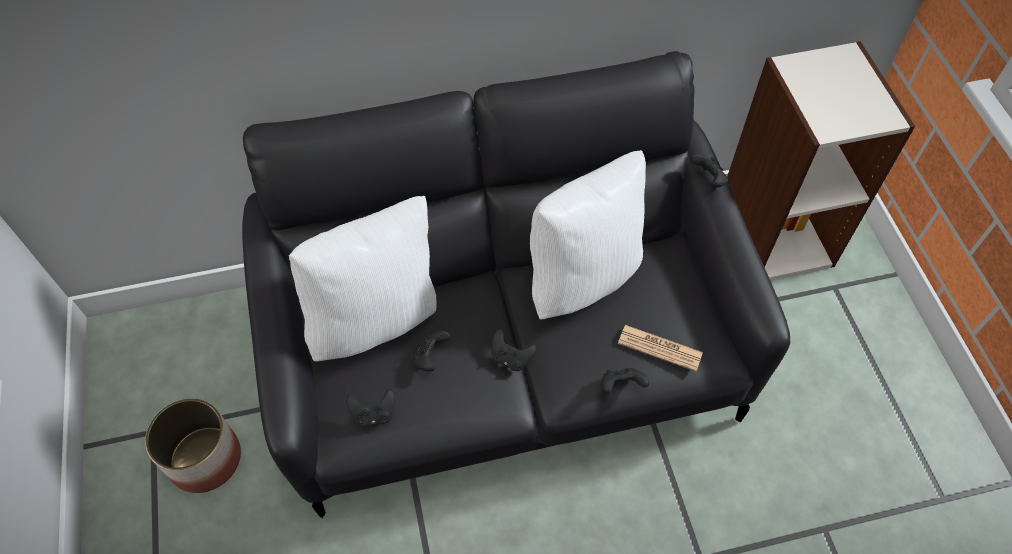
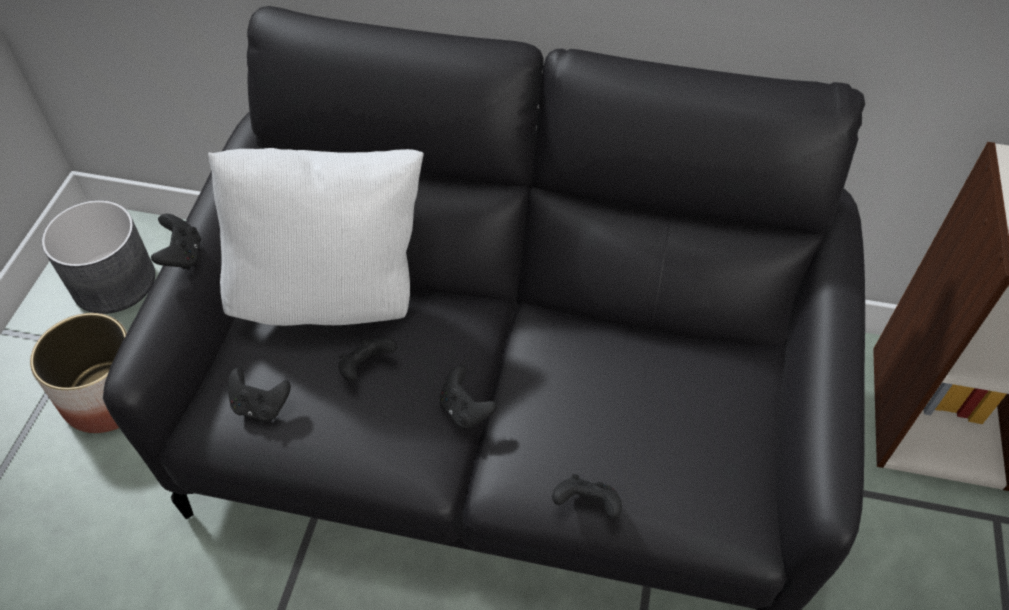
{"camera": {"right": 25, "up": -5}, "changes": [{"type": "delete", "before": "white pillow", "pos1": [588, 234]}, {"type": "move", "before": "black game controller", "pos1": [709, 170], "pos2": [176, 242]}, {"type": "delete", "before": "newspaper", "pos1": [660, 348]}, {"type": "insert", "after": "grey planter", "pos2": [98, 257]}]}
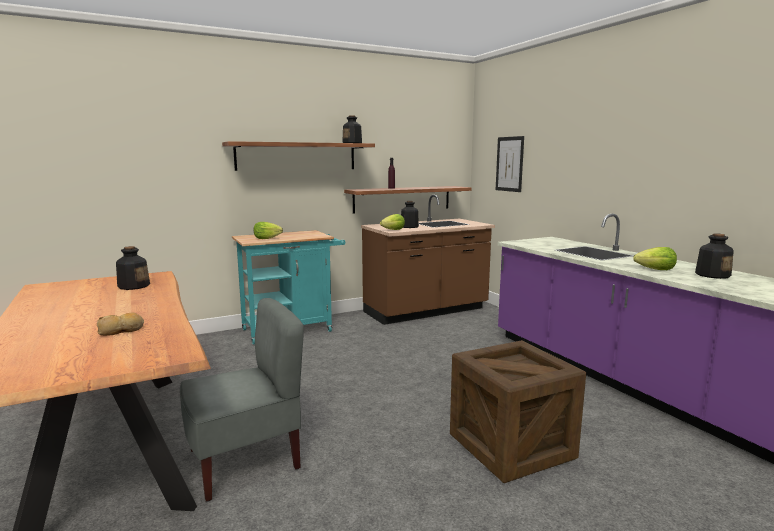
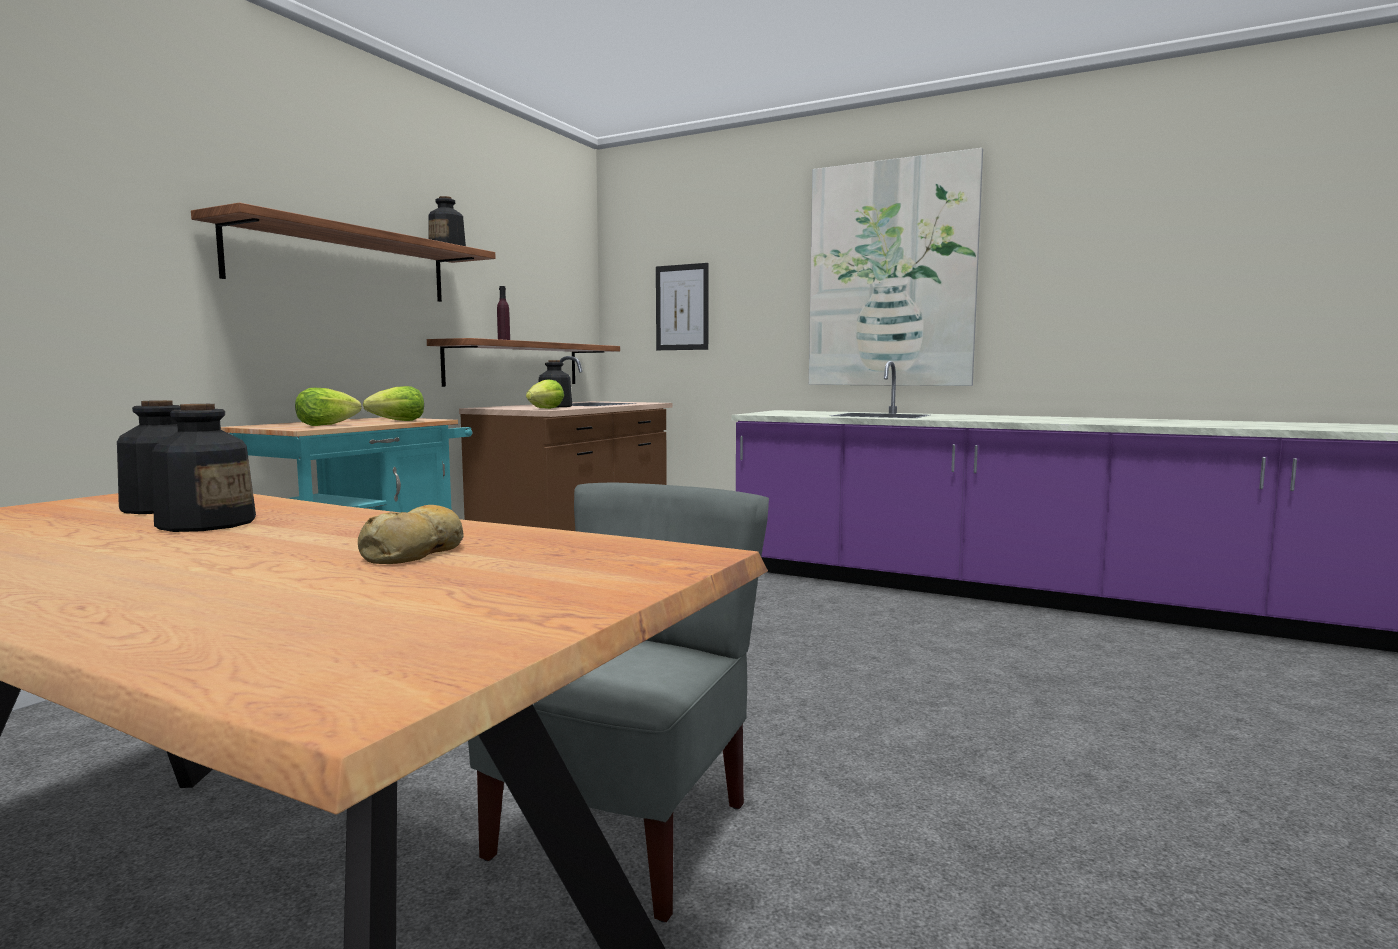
{"camera": {"right": -35, "up": -5}, "changes": [{"type": "move", "before": "bottle", "pos1": [714, 256], "pos2": [204, 468]}, {"type": "move", "before": "lettuce", "pos1": [655, 258], "pos2": [393, 403]}, {"type": "delete", "before": "crate", "pos1": [518, 411]}, {"type": "insert", "after": "picture", "pos2": [896, 267]}]}
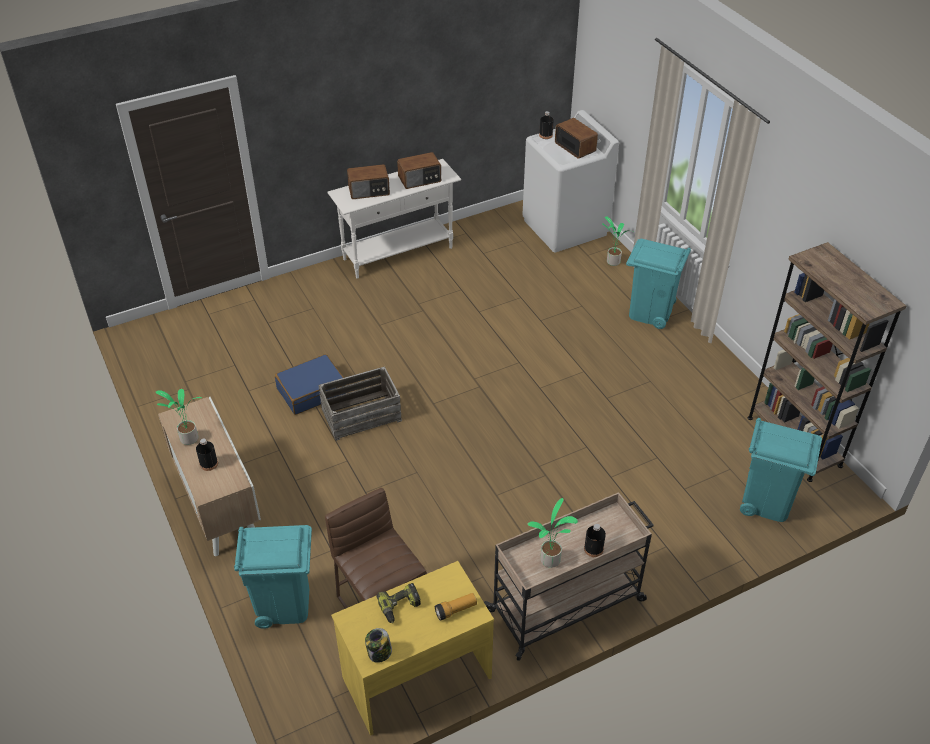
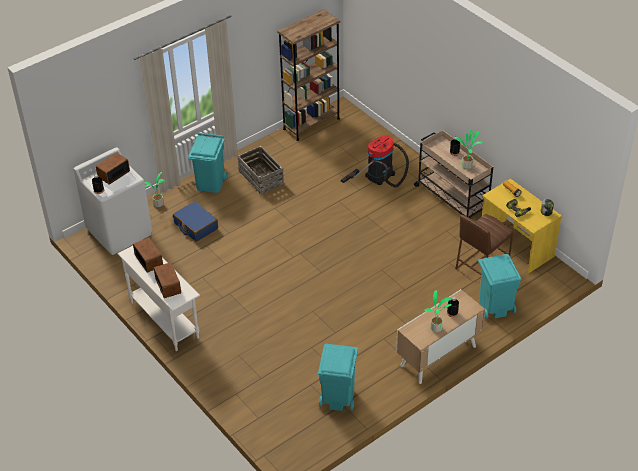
{"camera": {"right": -100, "up": 0}, "changes": [{"type": "move", "before": "blue suitcase", "pos1": [310, 384], "pos2": [195, 221]}, {"type": "move", "before": "crate", "pos1": [360, 403], "pos2": [261, 170]}, {"type": "move", "before": "turquoise trash can", "pos1": [781, 470], "pos2": [338, 377]}, {"type": "insert", "after": "vacuum cleaner", "pos2": [375, 161]}]}
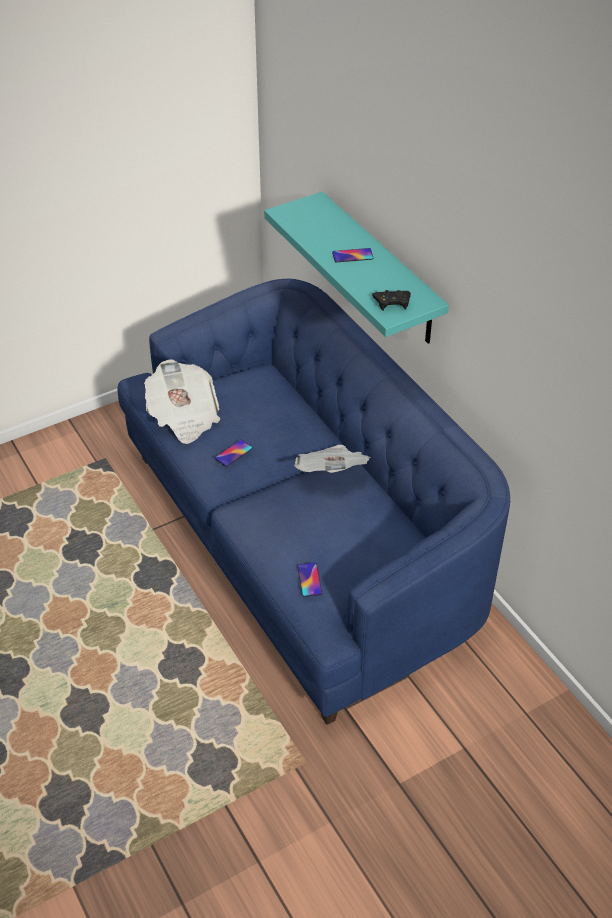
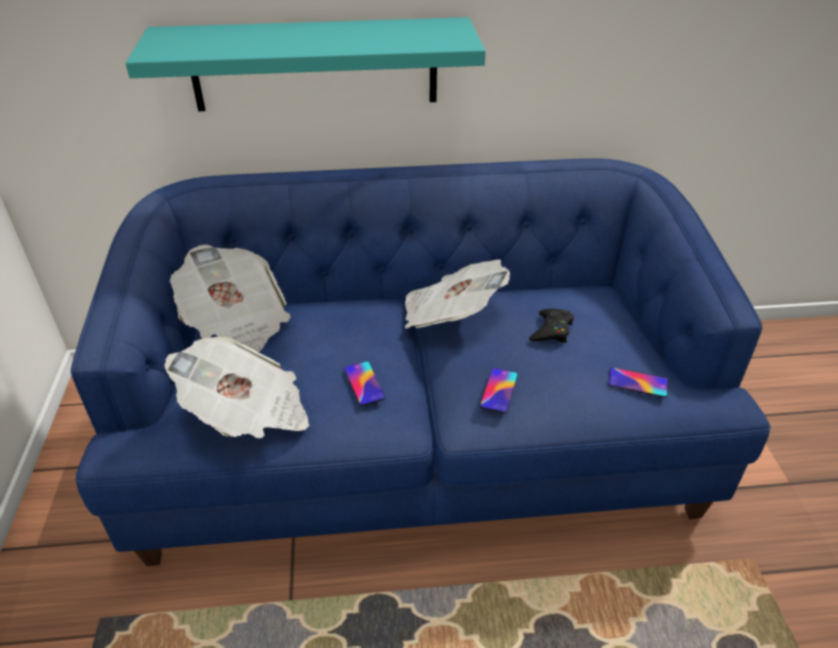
{"camera": {"right": -65, "up": -5}, "changes": [{"type": "move", "before": "phone", "pos1": [353, 255], "pos2": [499, 390]}, {"type": "move", "before": "black game controller", "pos1": [391, 300], "pos2": [551, 326]}, {"type": "insert", "after": "newspaper", "pos2": [230, 298]}]}
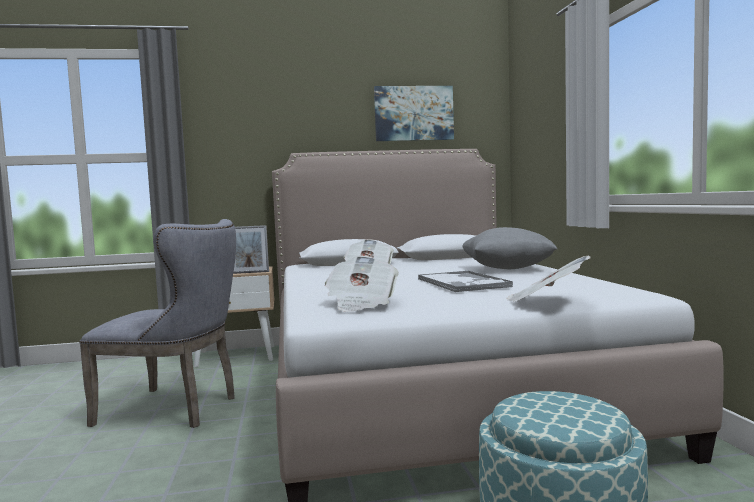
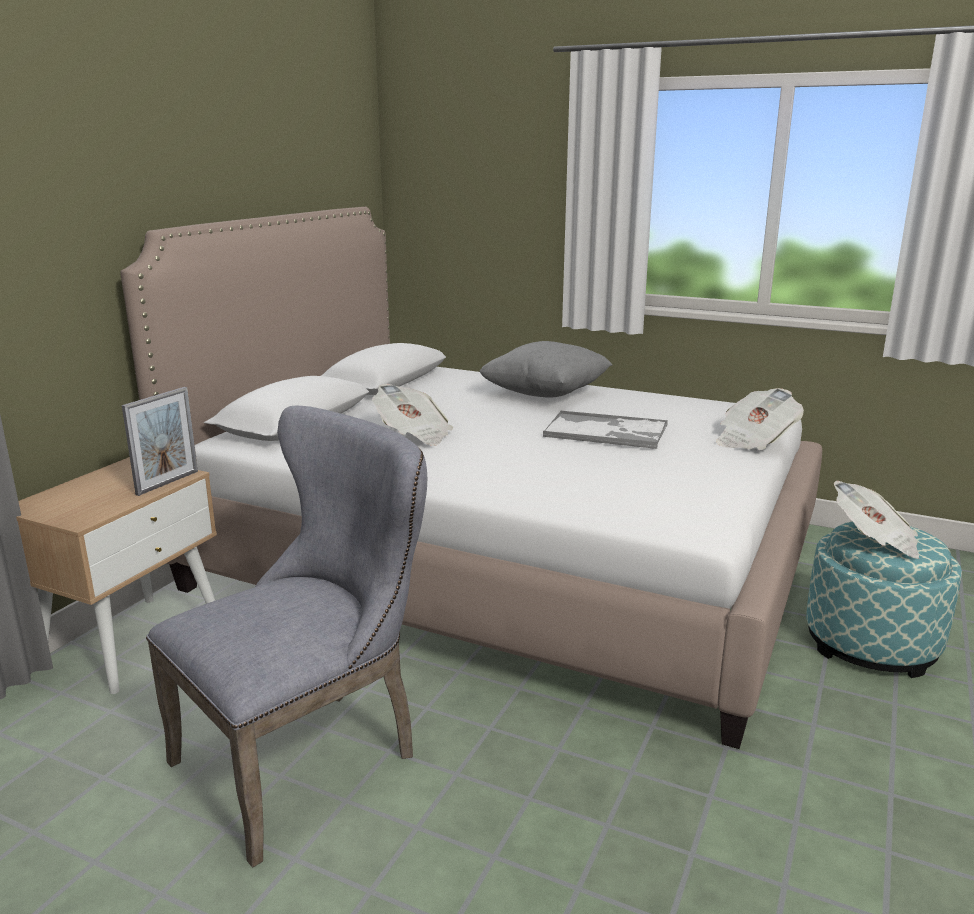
{"camera": {"right": -55, "up": 15}, "changes": [{"type": "delete", "before": "picture", "pos1": [414, 113]}, {"type": "move", "before": "newspaper", "pos1": [362, 284], "pos2": [876, 520]}]}
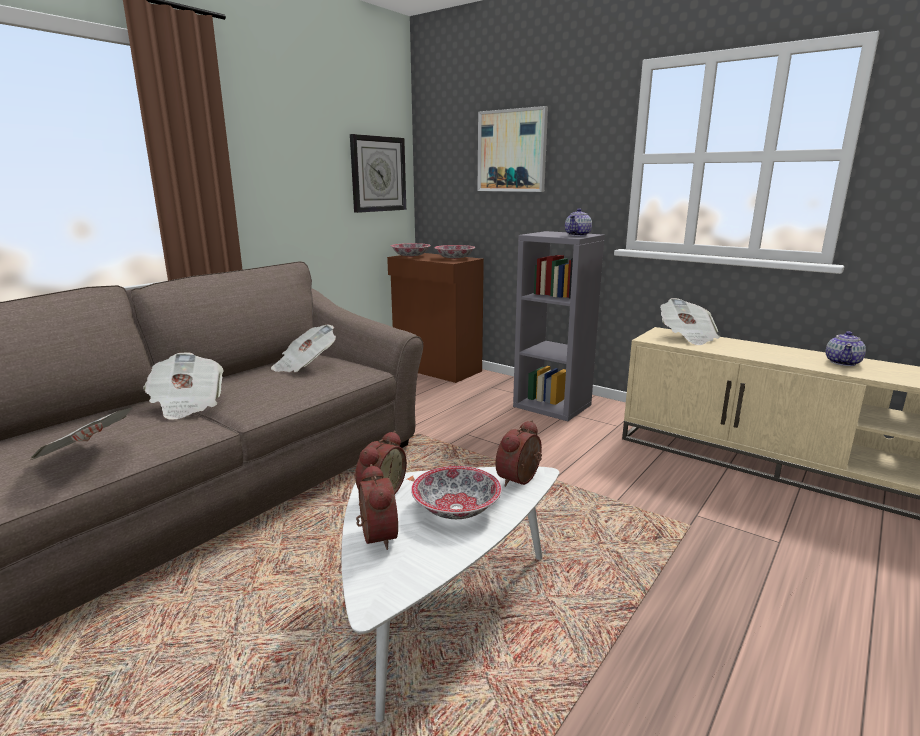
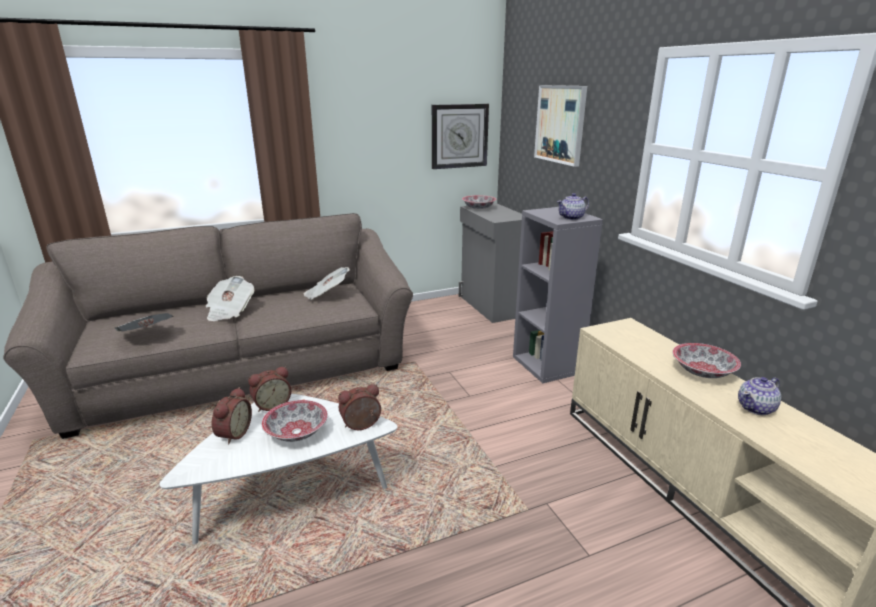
{"camera": {"right": 30, "up": 5}, "changes": [{"type": "move", "before": "bowl", "pos1": [454, 252], "pos2": [707, 360]}, {"type": "recolor", "before": "brown cabinet", "after": "grey cabinet", "pos1": [435, 318], "pos2": [490, 263]}, {"type": "delete", "before": "newspaper", "pos1": [690, 321]}]}
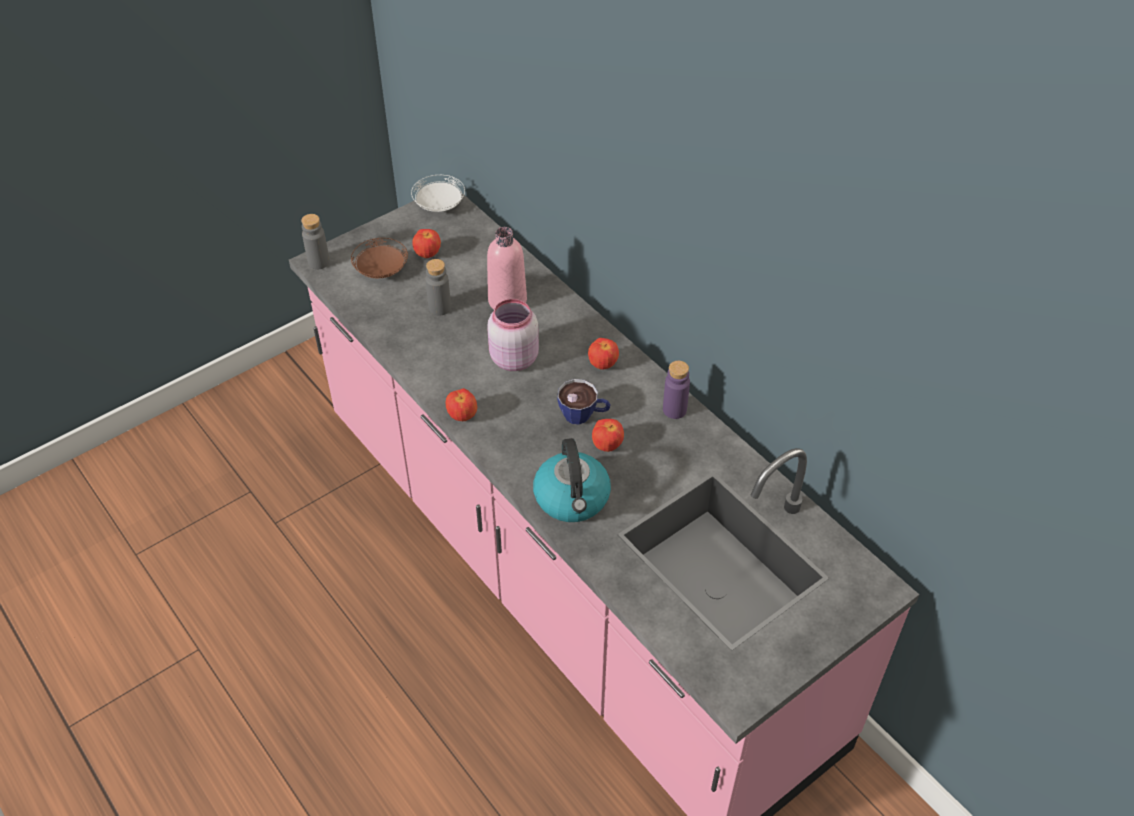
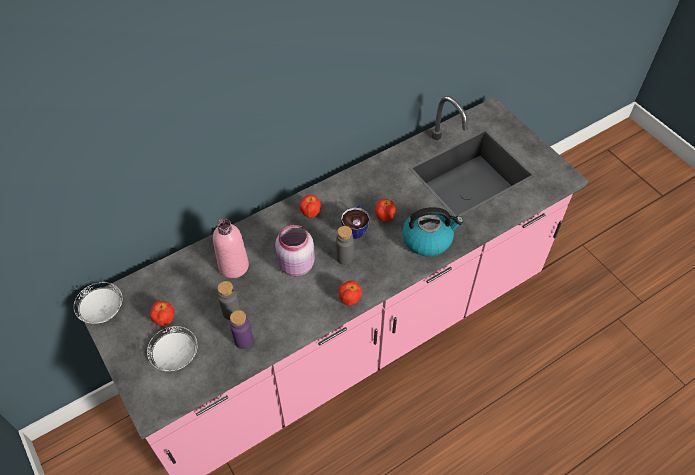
{"camera": {"right": -85, "up": 5}, "changes": [{"type": "move", "before": "grey bottle", "pos1": [315, 241], "pos2": [345, 245]}, {"type": "recolor", "before": "brown plate", "after": "white plate", "pos1": [379, 258], "pos2": [172, 348]}, {"type": "move", "before": "purple bottle", "pos1": [676, 390], "pos2": [241, 329]}]}
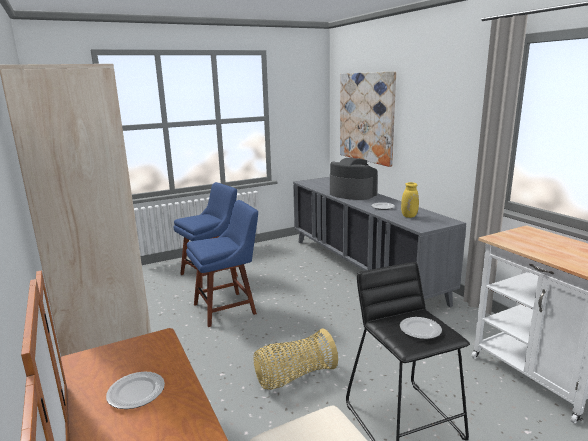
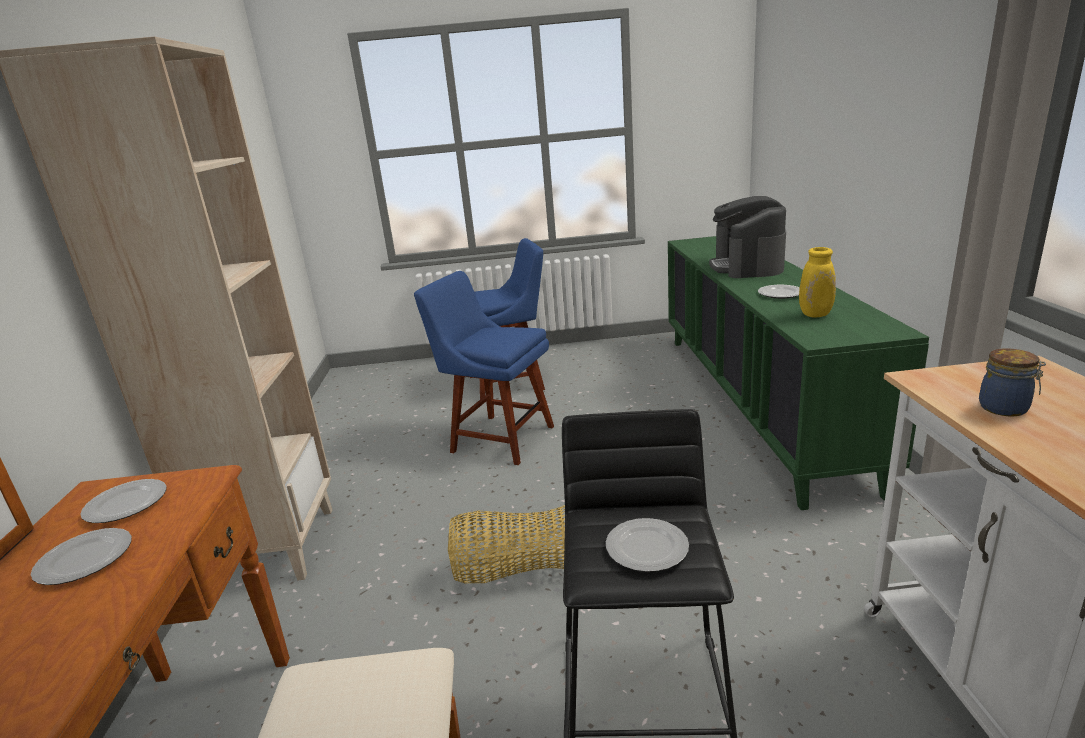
{"camera": {"right": 25, "up": 5}, "changes": [{"type": "delete", "before": "picture", "pos1": [368, 119]}, {"type": "rotate", "before": "coffee machine", "pos1": [354, 179], "pos2": [747, 237], "turn": -150}, {"type": "recolor", "before": "grey cabinet", "after": "green cabinet", "pos1": [379, 242], "pos2": [798, 373]}, {"type": "rotate", "before": "blue chair", "pos1": [222, 263], "pos2": [484, 368], "turn": -150}, {"type": "insert", "after": "jar", "pos2": [1012, 382]}, {"type": "insert", "after": "plate", "pos2": [123, 501]}]}
